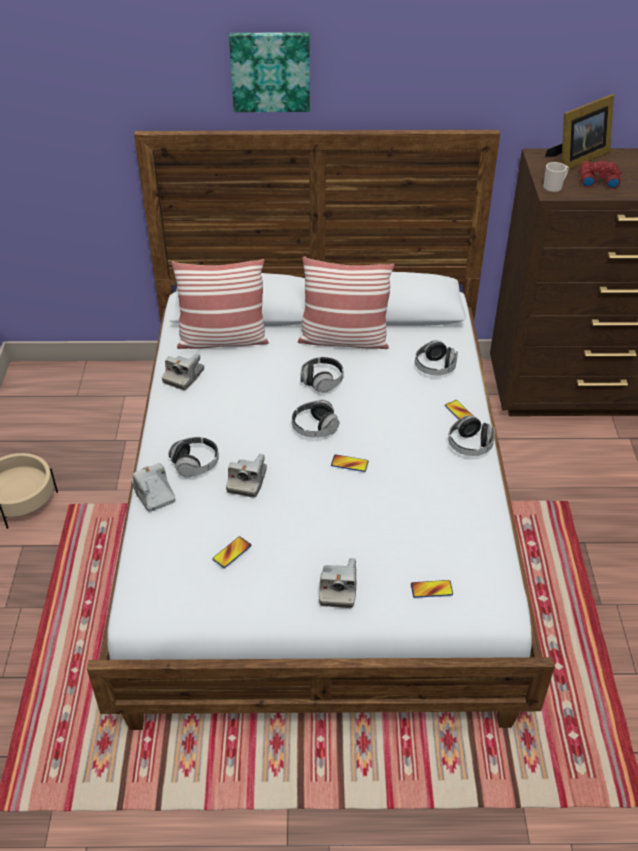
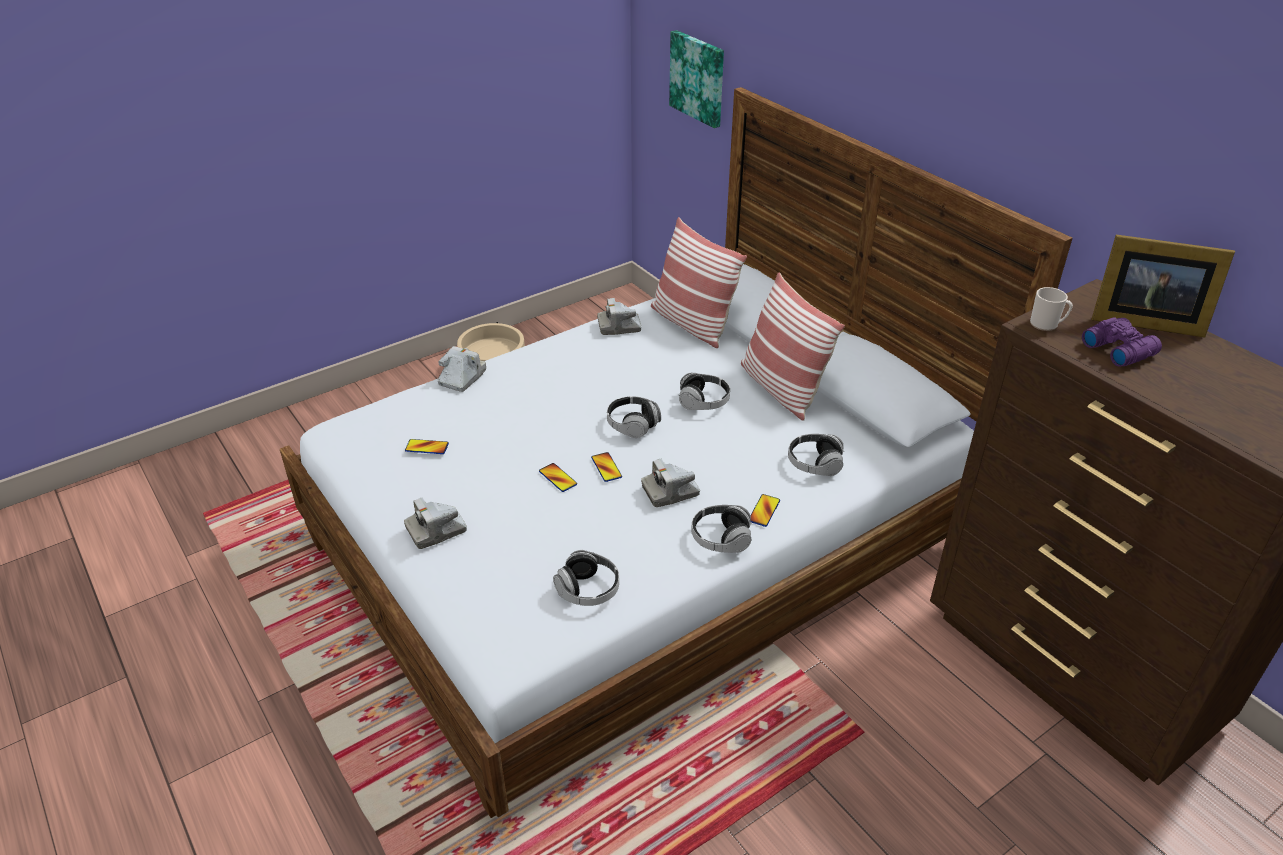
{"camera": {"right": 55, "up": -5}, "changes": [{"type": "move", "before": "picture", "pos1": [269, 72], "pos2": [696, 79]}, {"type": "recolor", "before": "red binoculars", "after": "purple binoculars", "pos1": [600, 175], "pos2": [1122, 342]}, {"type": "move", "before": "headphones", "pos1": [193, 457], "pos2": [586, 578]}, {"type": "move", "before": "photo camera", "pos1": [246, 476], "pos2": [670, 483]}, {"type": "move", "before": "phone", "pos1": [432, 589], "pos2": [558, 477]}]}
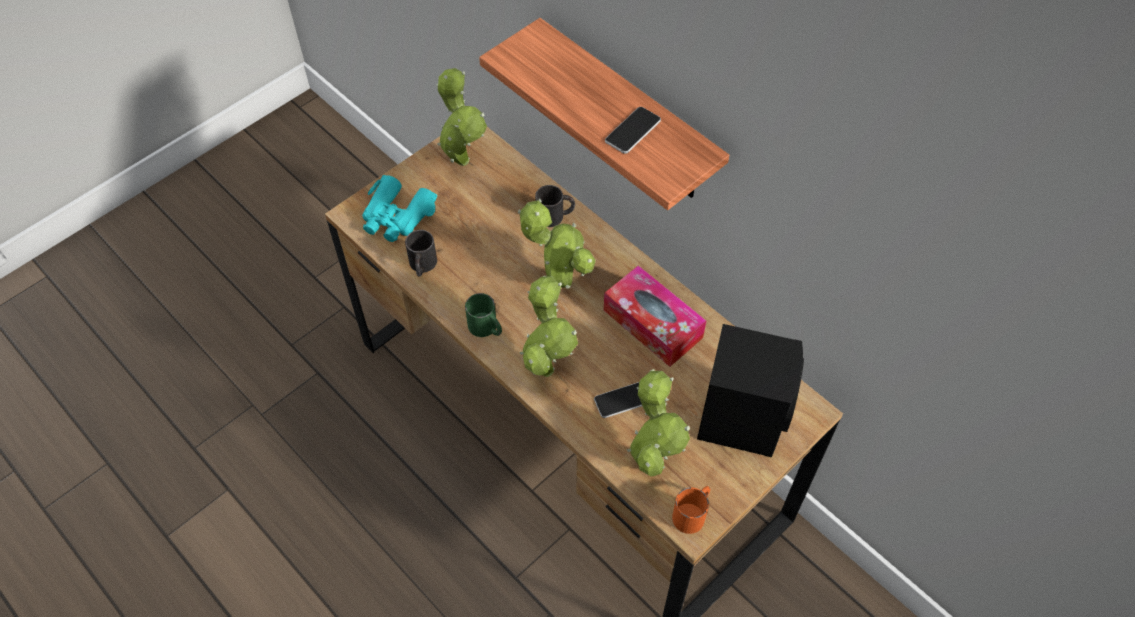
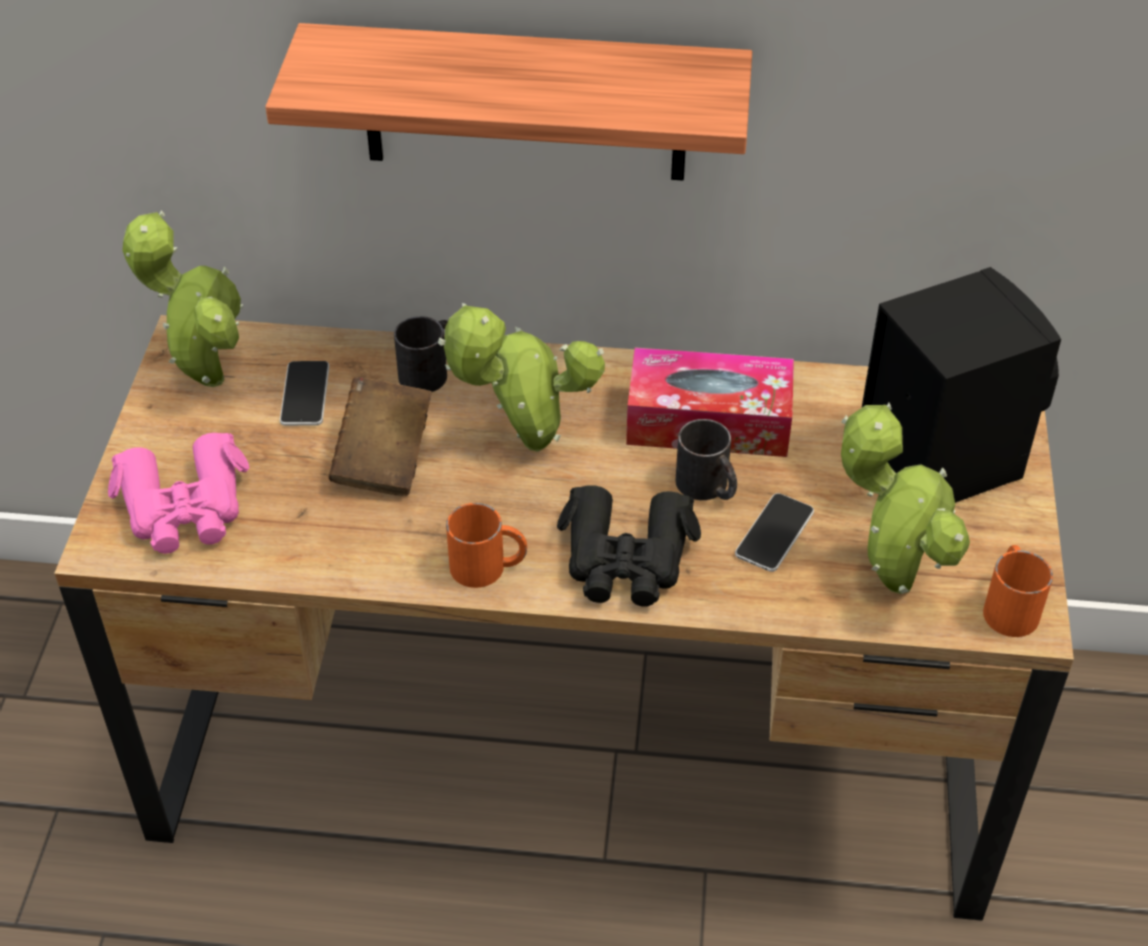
{"camera": {"right": -40, "up": -10}, "changes": [{"type": "move", "before": "phone", "pos1": [633, 130], "pos2": [305, 393]}, {"type": "recolor", "before": "turquoise binoculars", "after": "pink binoculars", "pos1": [399, 208], "pos2": [178, 493]}, {"type": "move", "before": "black mug", "pos1": [421, 253], "pos2": [706, 459]}, {"type": "replace", "before": "potted plant", "after": "black binoculars", "pos1": [548, 326], "pos2": [629, 545]}, {"type": "recolor", "before": "green mug", "after": "orange mug", "pos1": [483, 315], "pos2": [486, 545]}, {"type": "insert", "after": "brown book", "pos2": [380, 436]}]}
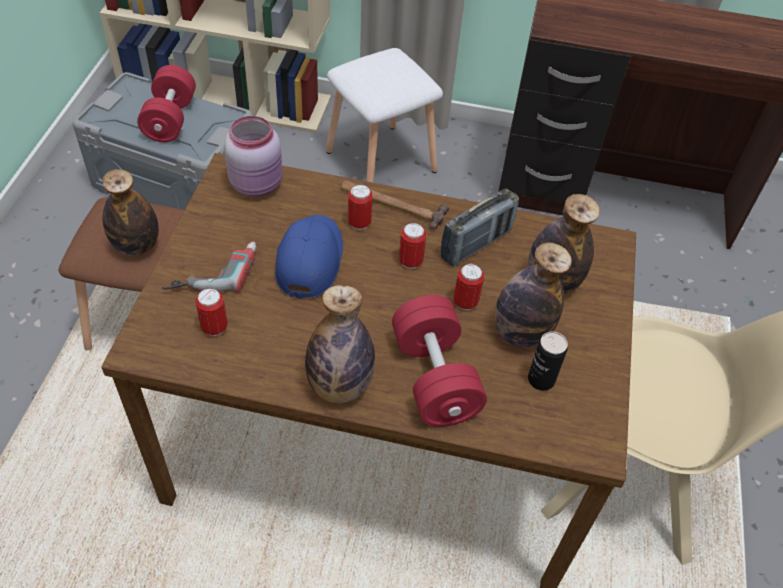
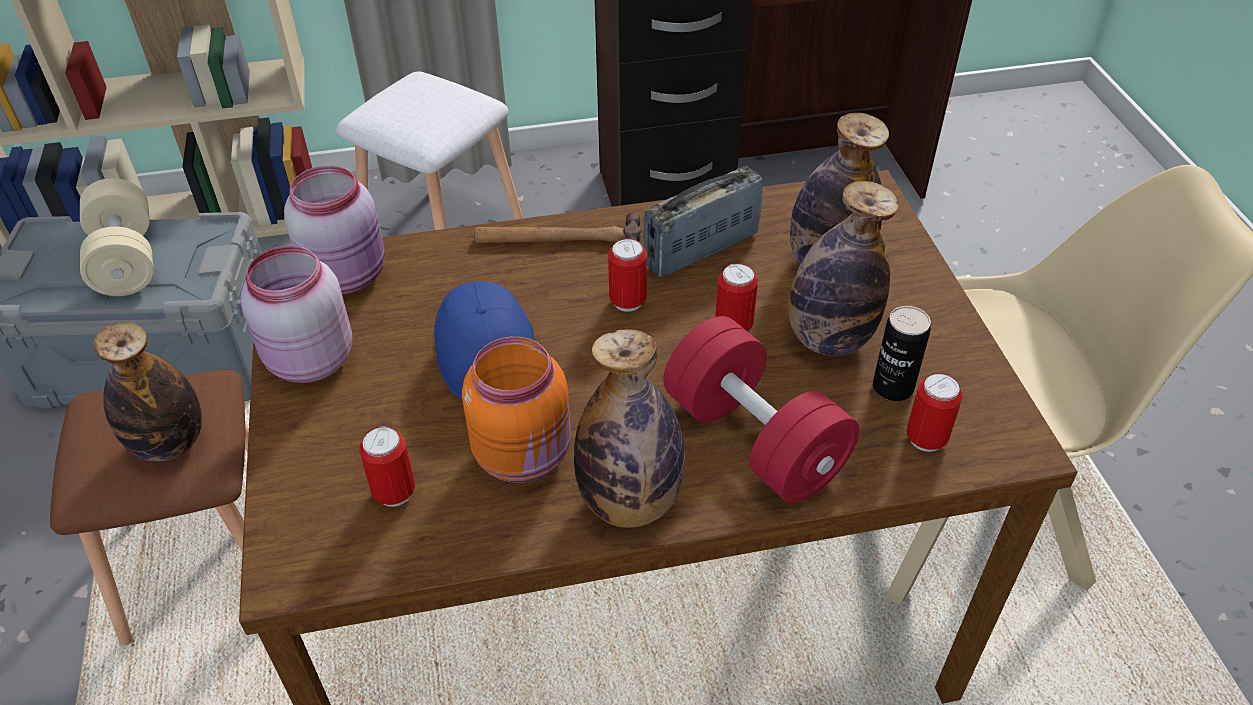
{"camera": {"right": -20, "up": -5}, "changes": [{"type": "recolor", "before": "red dumbbell", "after": "beige dumbbell", "pos1": [166, 103], "pos2": [117, 237]}, {"type": "move", "before": "can", "pos1": [360, 207], "pos2": [934, 412]}, {"type": "rotate", "before": "radio", "pos1": [480, 227], "pos2": [703, 221], "turn": -150}, {"type": "delete", "before": "power drill", "pos1": [209, 267]}, {"type": "insert", "after": "pink jar", "pos2": [297, 314]}, {"type": "insert", "after": "orange jar", "pos2": [516, 410]}]}
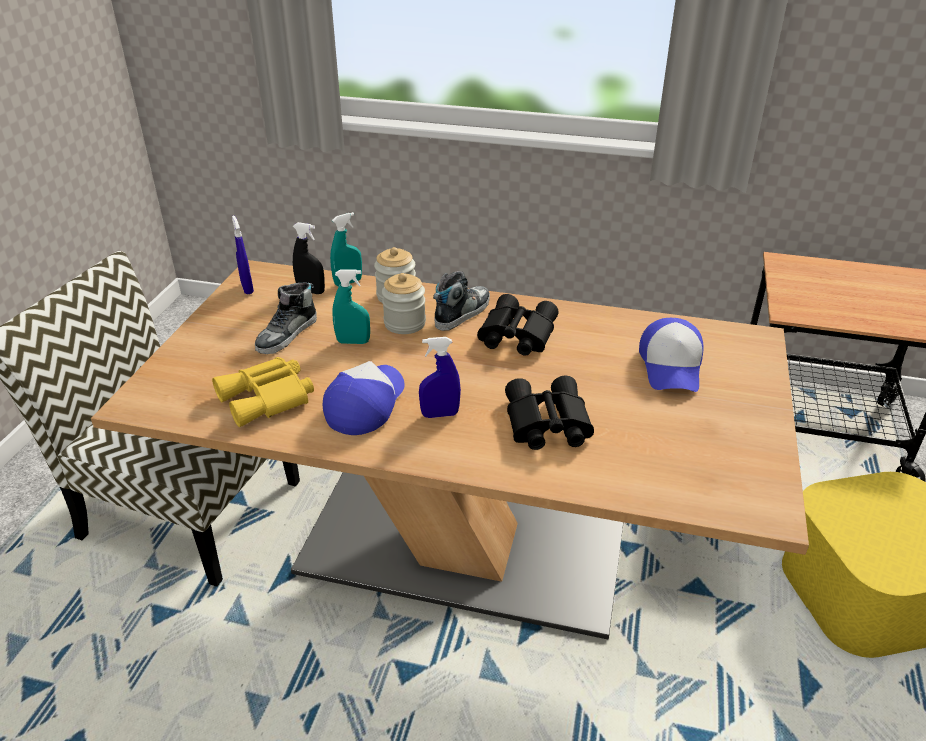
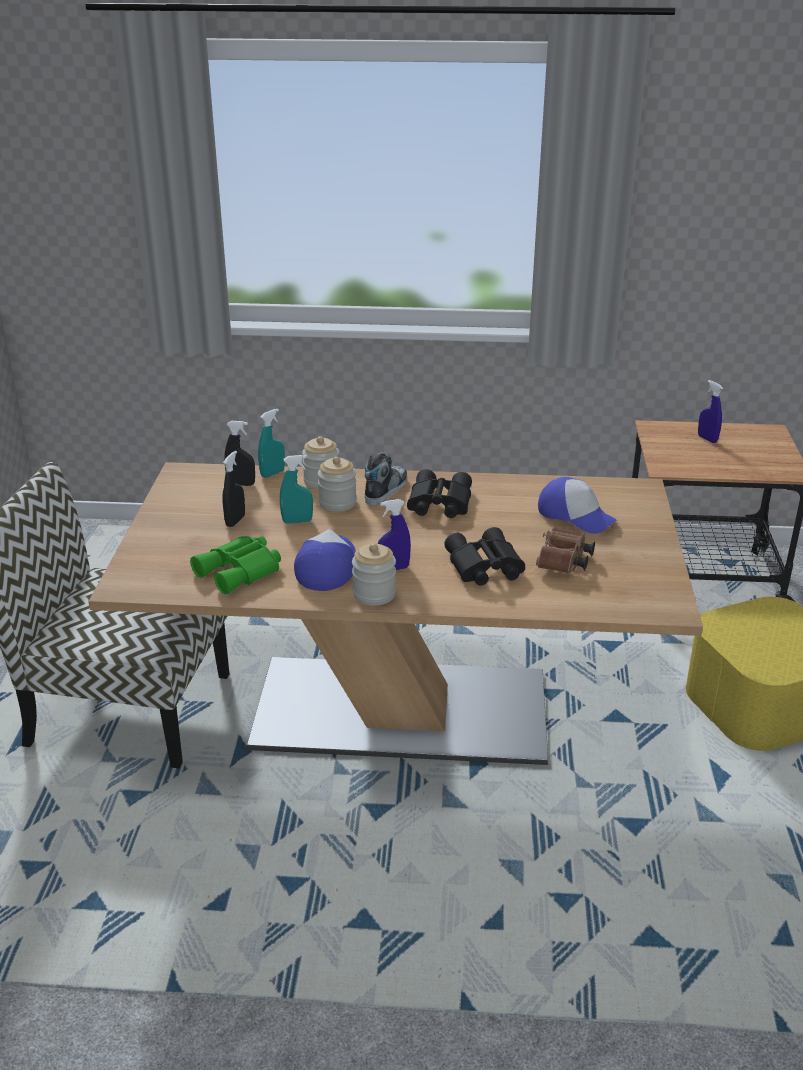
{"camera": {"right": -10, "up": -5}, "changes": [{"type": "move", "before": "blue spray bottle", "pos1": [243, 255], "pos2": [710, 411]}, {"type": "replace", "before": "shoe", "after": "black spray bottle", "pos1": [286, 318], "pos2": [234, 489]}, {"type": "rotate", "before": "cap", "pos1": [671, 355], "pos2": [577, 505], "turn": -45}, {"type": "recolor", "before": "yellow binoculars", "after": "green binoculars", "pos1": [263, 392], "pos2": [235, 565]}, {"type": "insert", "after": "brown binoculars", "pos2": [565, 549]}, {"type": "insert", "after": "jar", "pos2": [374, 574]}]}
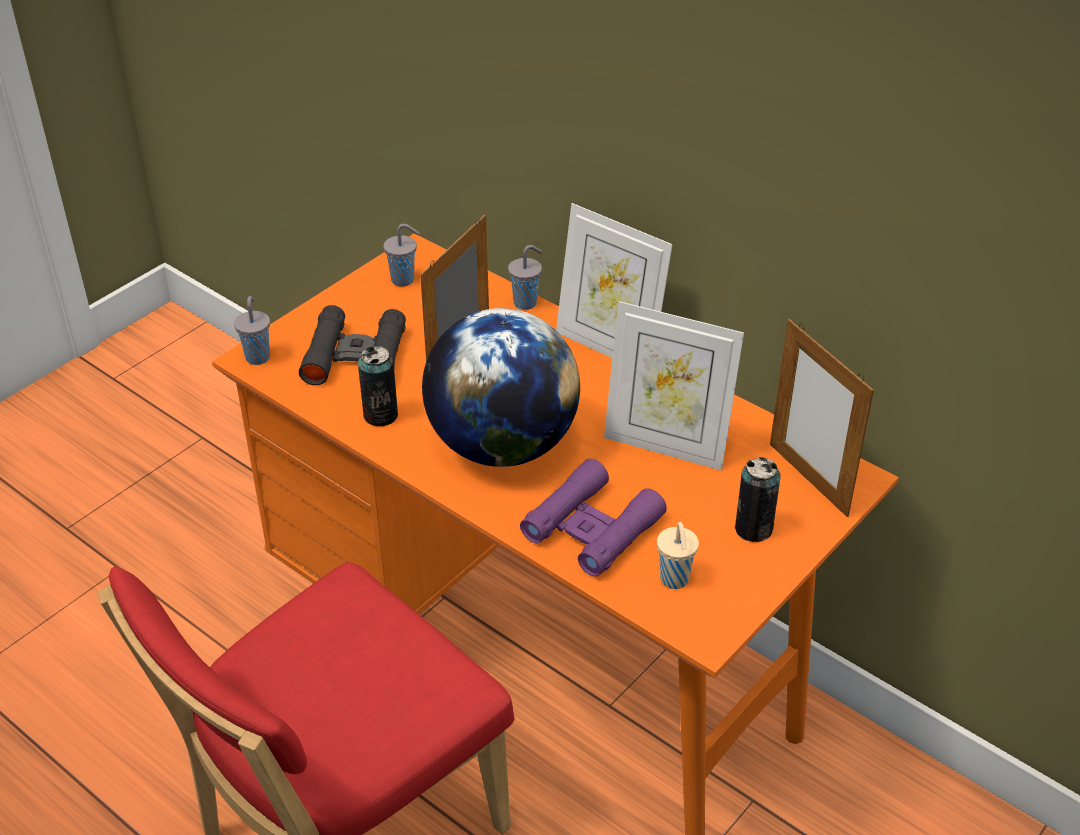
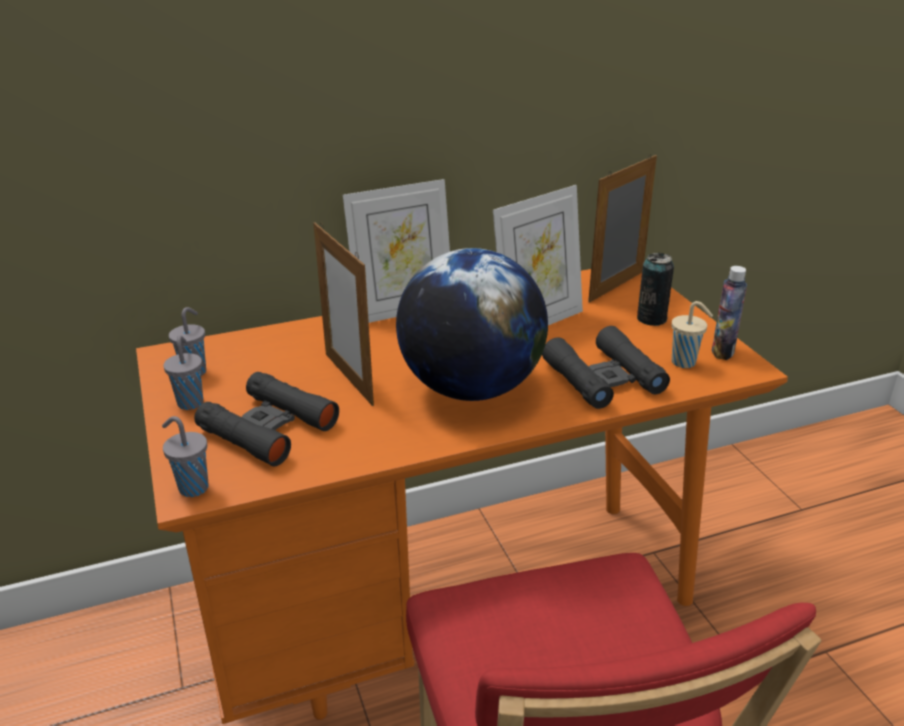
{"camera": {"right": -60, "up": -10}, "changes": [{"type": "move", "before": "grey cup", "pos1": [525, 277], "pos2": [183, 372]}, {"type": "rotate", "before": "picture frame", "pos1": [822, 418], "pos2": [622, 228], "turn": 135}, {"type": "delete", "before": "can", "pos1": [378, 386]}, {"type": "recolor", "before": "purple binoculars", "after": "black binoculars", "pos1": [593, 517], "pos2": [606, 367]}, {"type": "insert", "after": "bottle", "pos2": [729, 313]}]}
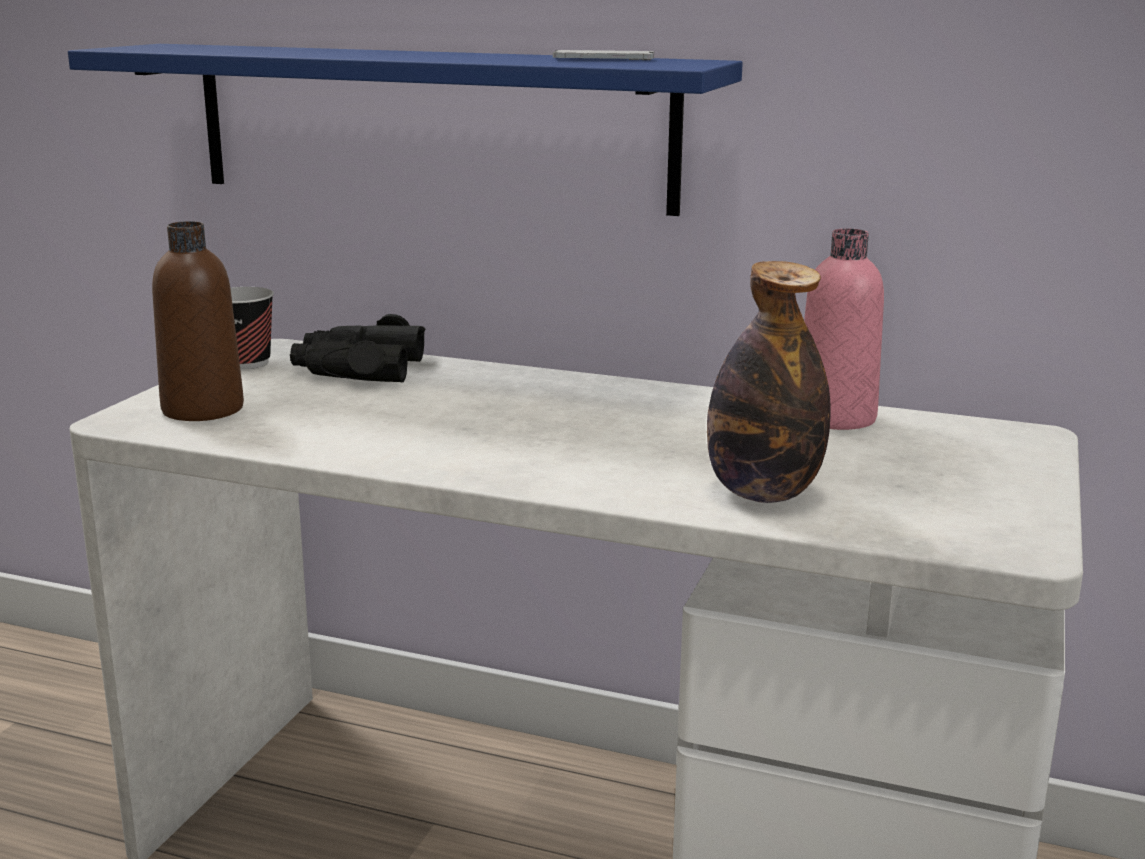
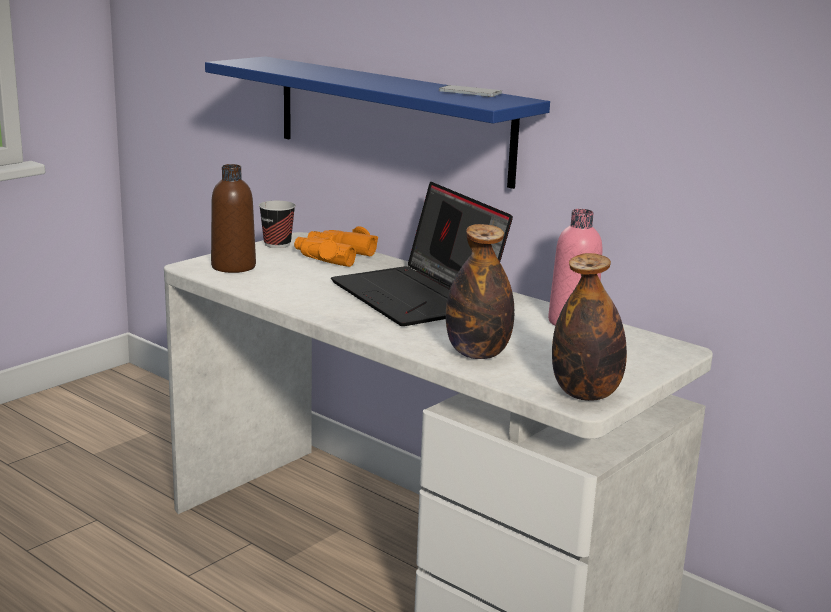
{"camera": {"right": 20, "up": 0}, "changes": [{"type": "recolor", "before": "black binoculars", "after": "orange binoculars", "pos1": [357, 348], "pos2": [336, 246]}, {"type": "insert", "after": "laptop", "pos2": [422, 254]}, {"type": "insert", "after": "bottle", "pos2": [589, 327]}]}
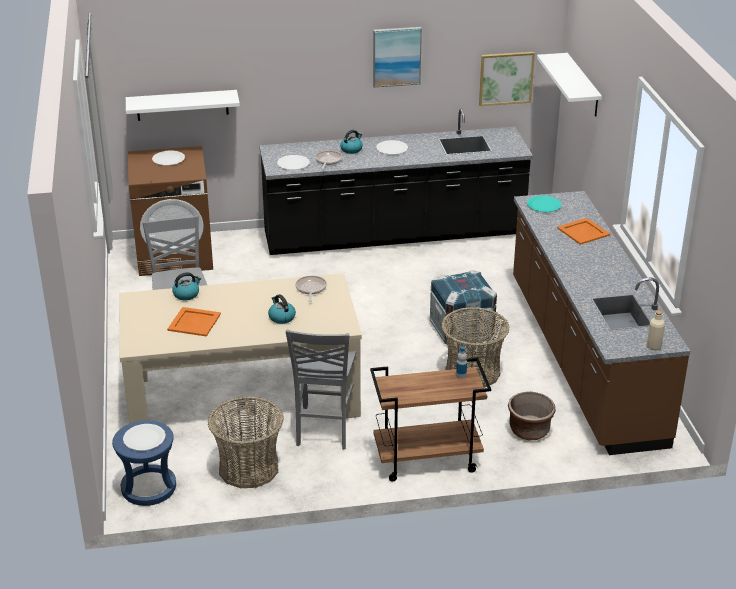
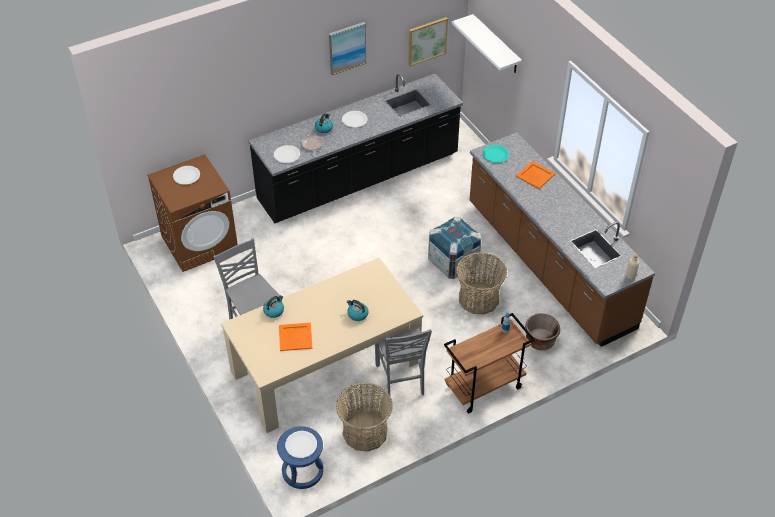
{"camera": {"right": -20, "up": 15}, "changes": [{"type": "delete", "before": "white shelf", "pos1": [183, 105]}, {"type": "delete", "before": "frying pan", "pos1": [311, 289]}]}
